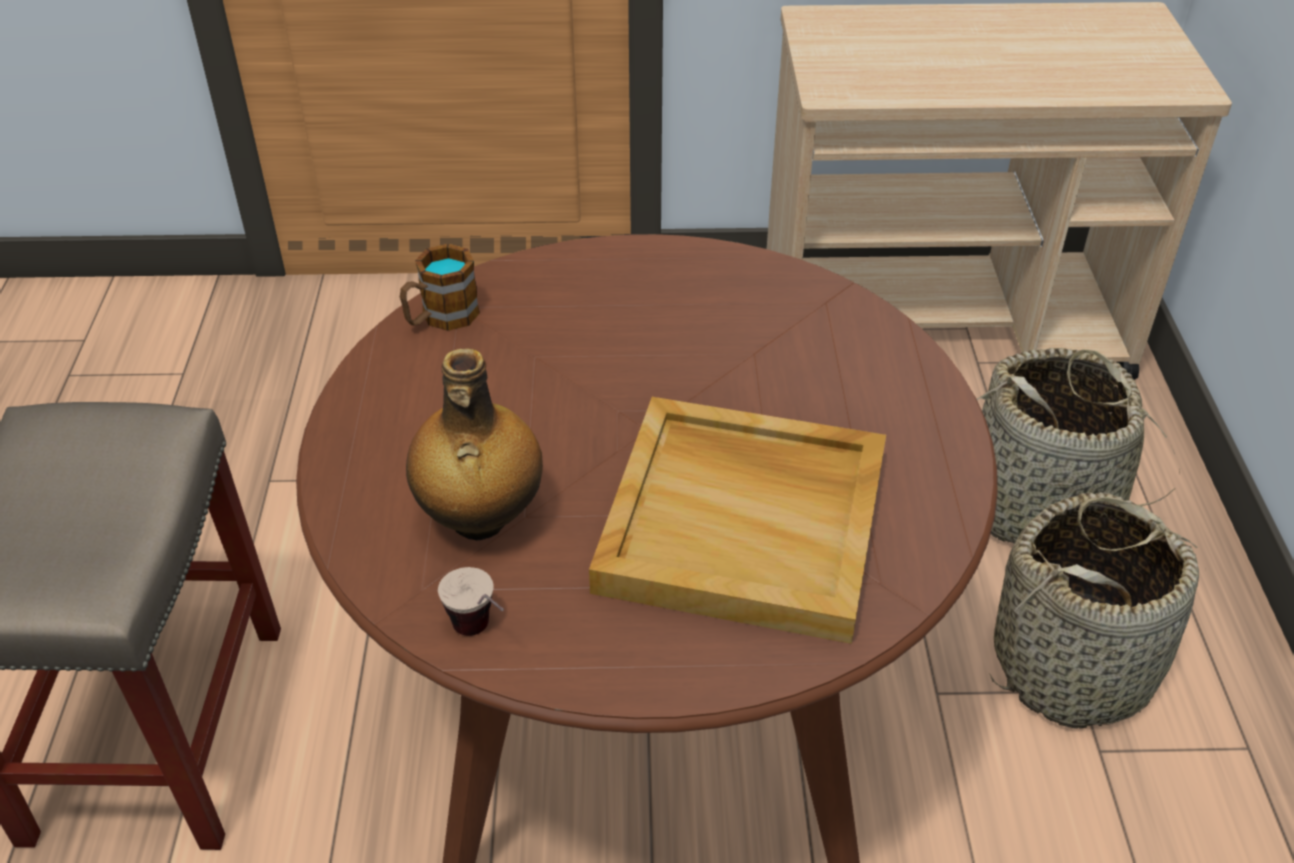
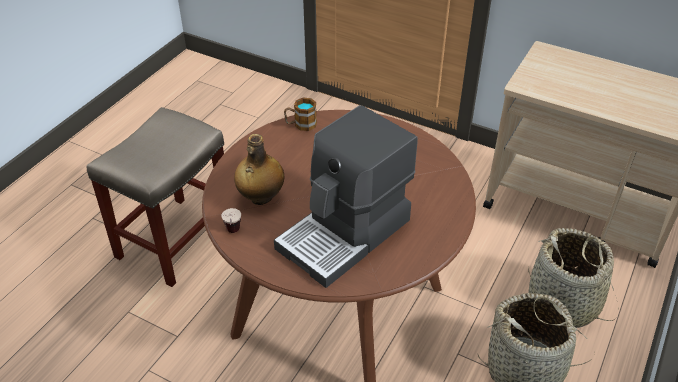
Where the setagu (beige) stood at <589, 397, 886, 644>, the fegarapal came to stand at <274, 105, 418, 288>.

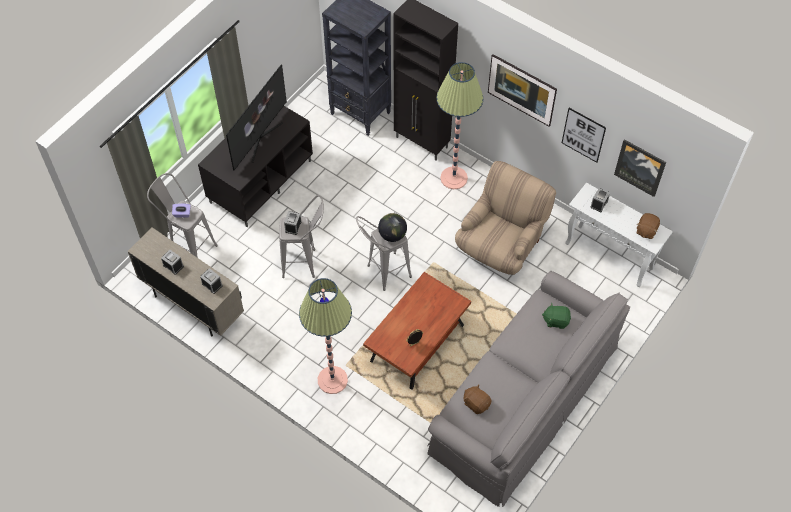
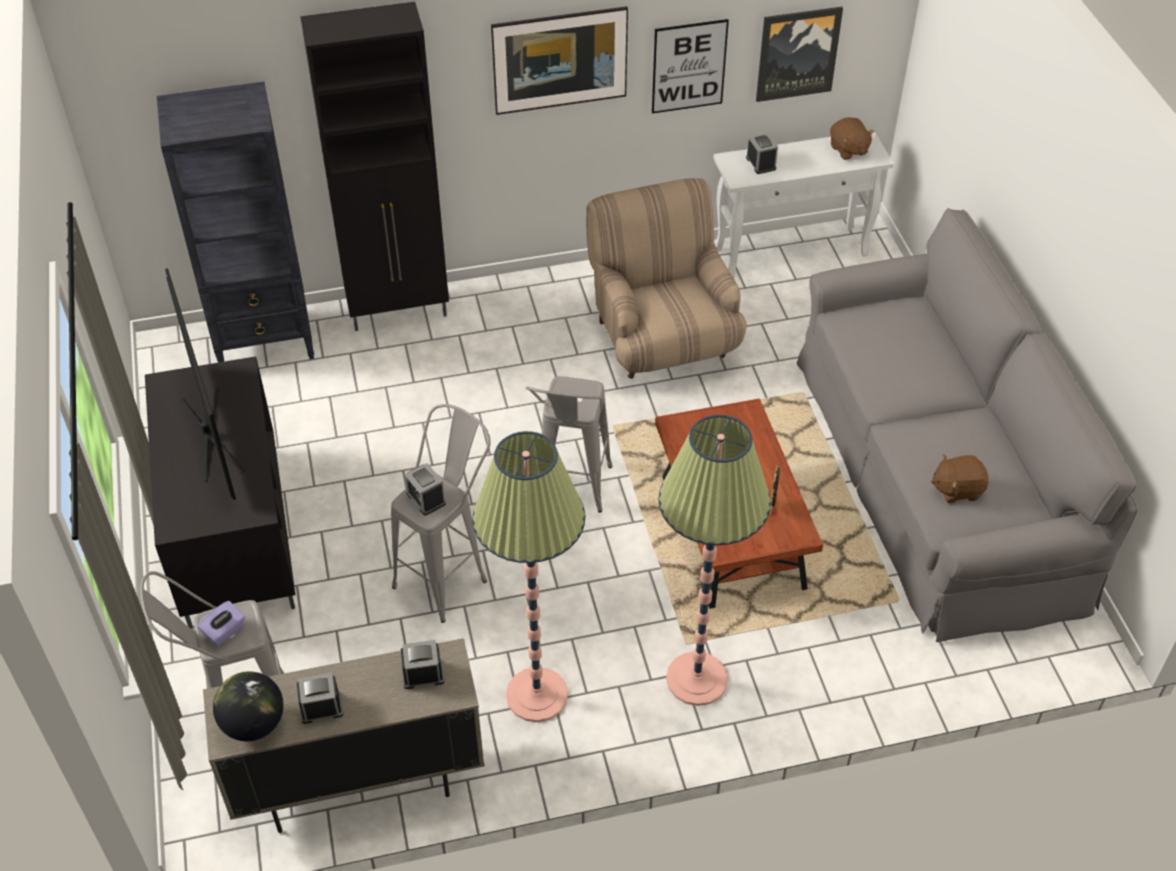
The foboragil ended up elsewhere, having gone from <436, 62, 483, 189> to <472, 431, 585, 722>. The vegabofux ended up elsewhere, having gone from <378, 213, 407, 242> to <213, 671, 284, 741>. The second view lost the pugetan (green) at <542, 303, 571, 329>.

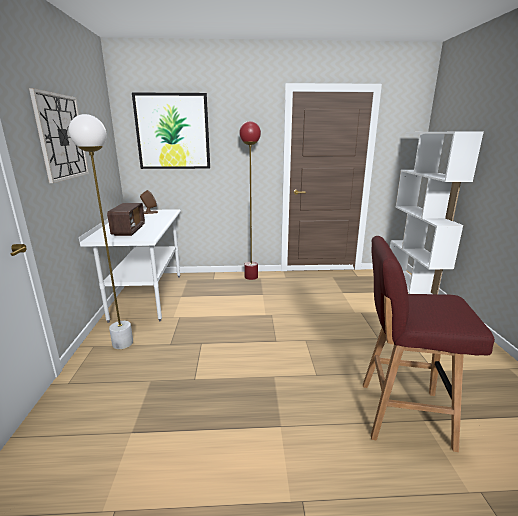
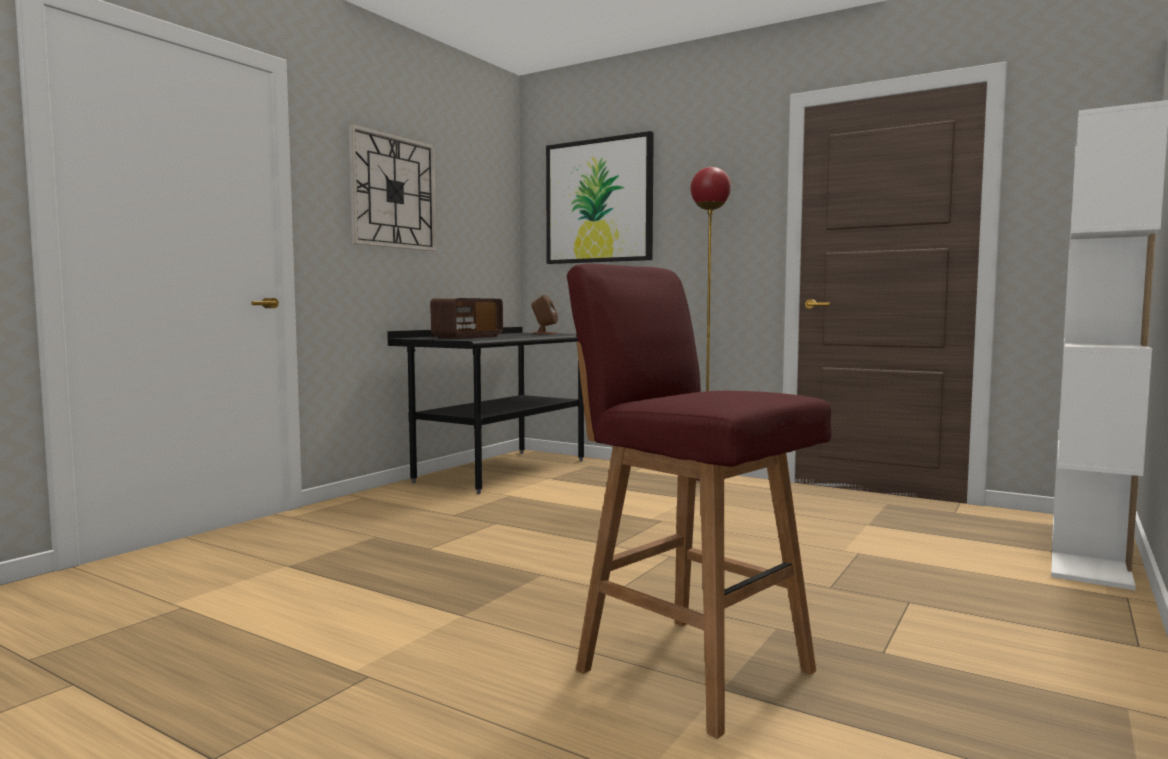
The second view lost the foboragil (white) at <69, 114, 133, 349>. What was the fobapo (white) at <79, 209, 181, 323> turned into the fobapo (black) at <387, 327, 584, 494>.

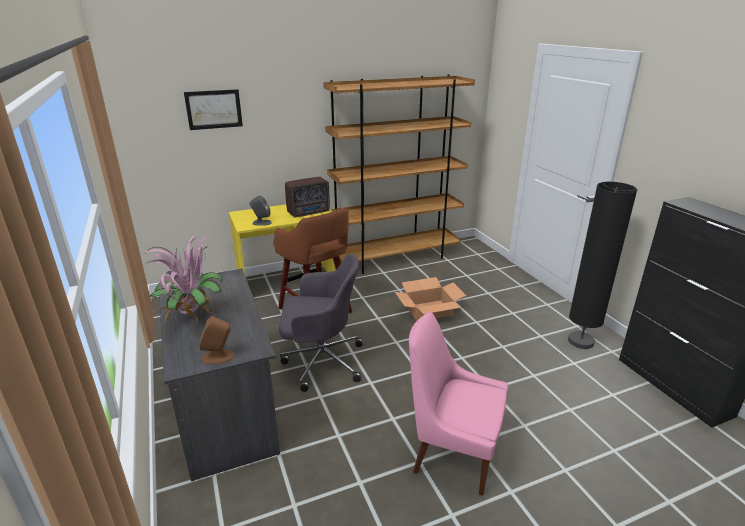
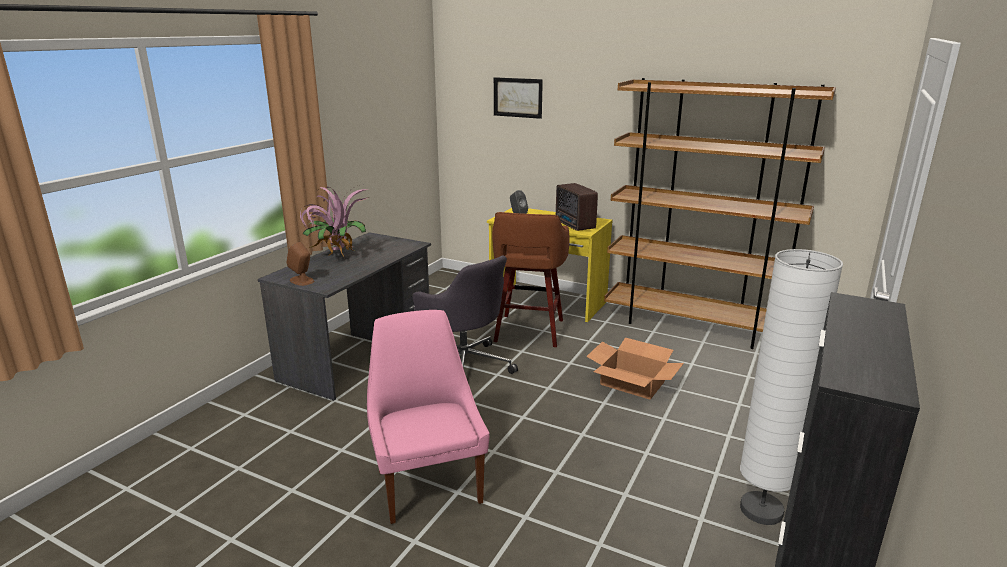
The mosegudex at <285, 177, 330, 217> ended up facing another way, 45 degrees clockwise from before. What was the foboragil (black) at <568, 182, 638, 349> turned into the foboragil (white) at <740, 249, 843, 525>.

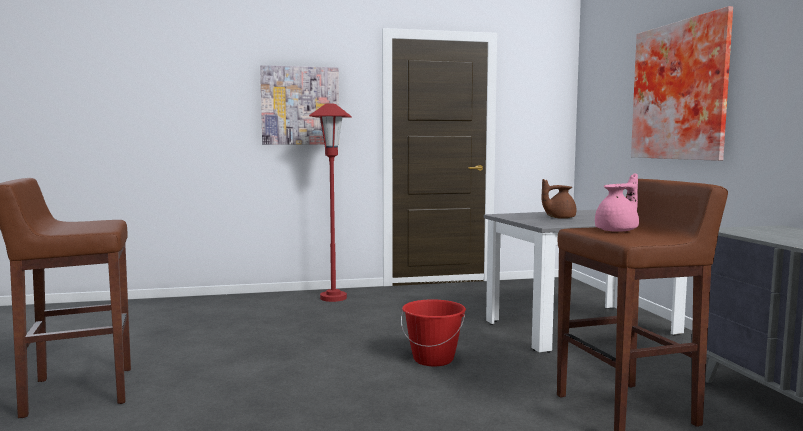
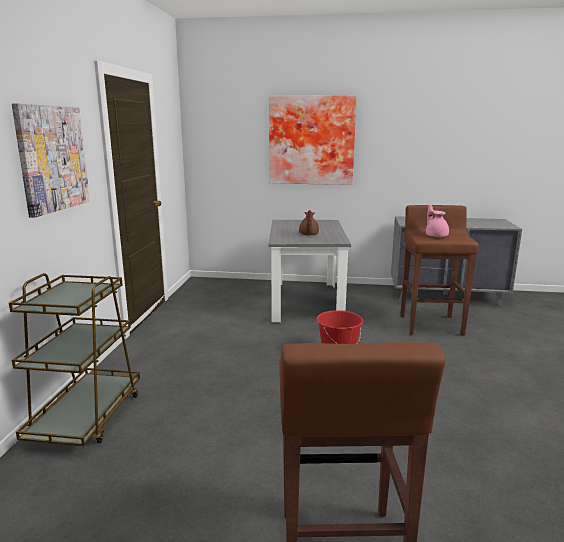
The second view lost the foboragil (red) at <309, 104, 352, 302>. The second view gained the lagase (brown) at <9, 273, 140, 446>.

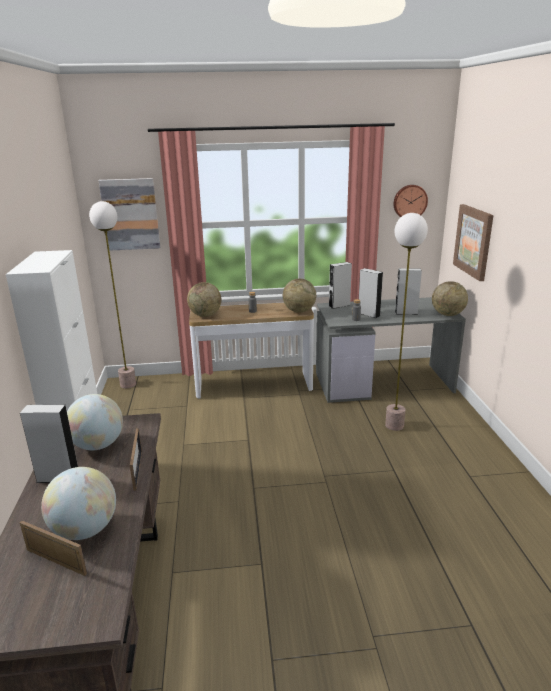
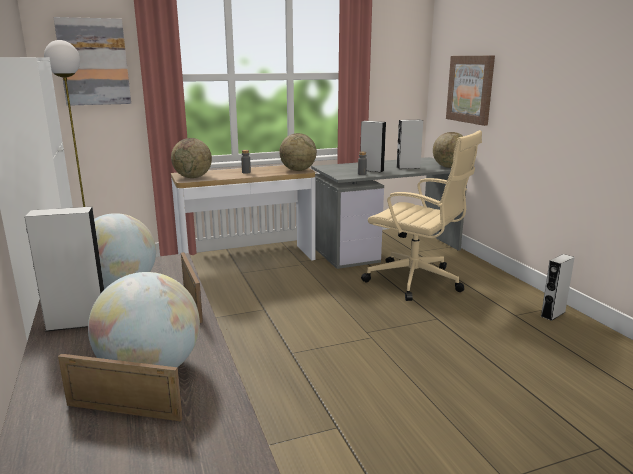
The second view lost the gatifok at <394, 185, 428, 217>. Where the foboragil stood at <385, 213, 428, 431>, the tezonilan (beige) came to stand at <361, 130, 482, 301>. The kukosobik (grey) ended up elsewhere, having gone from <329, 262, 352, 309> to <540, 254, 575, 321>.

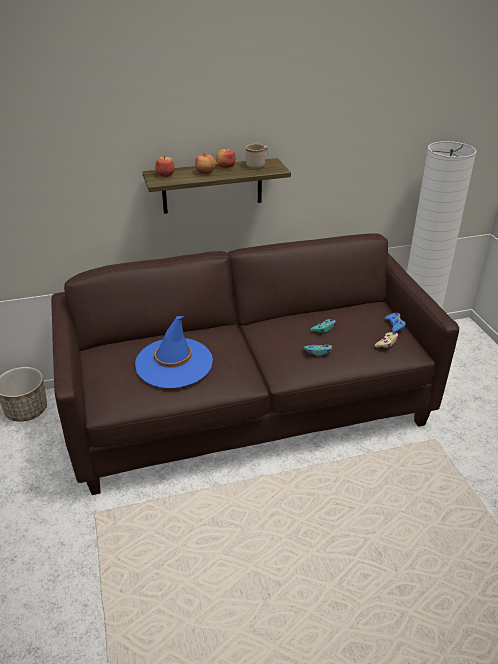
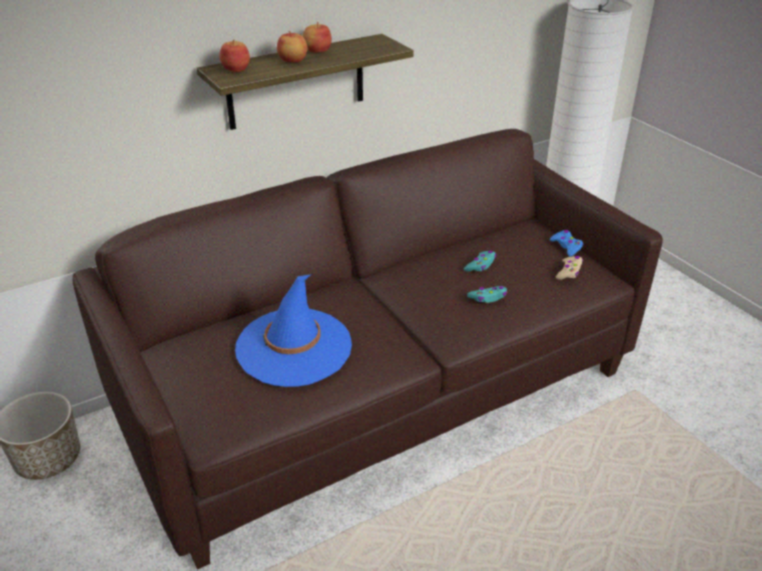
The second view lost the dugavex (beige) at <246, 144, 268, 169>.

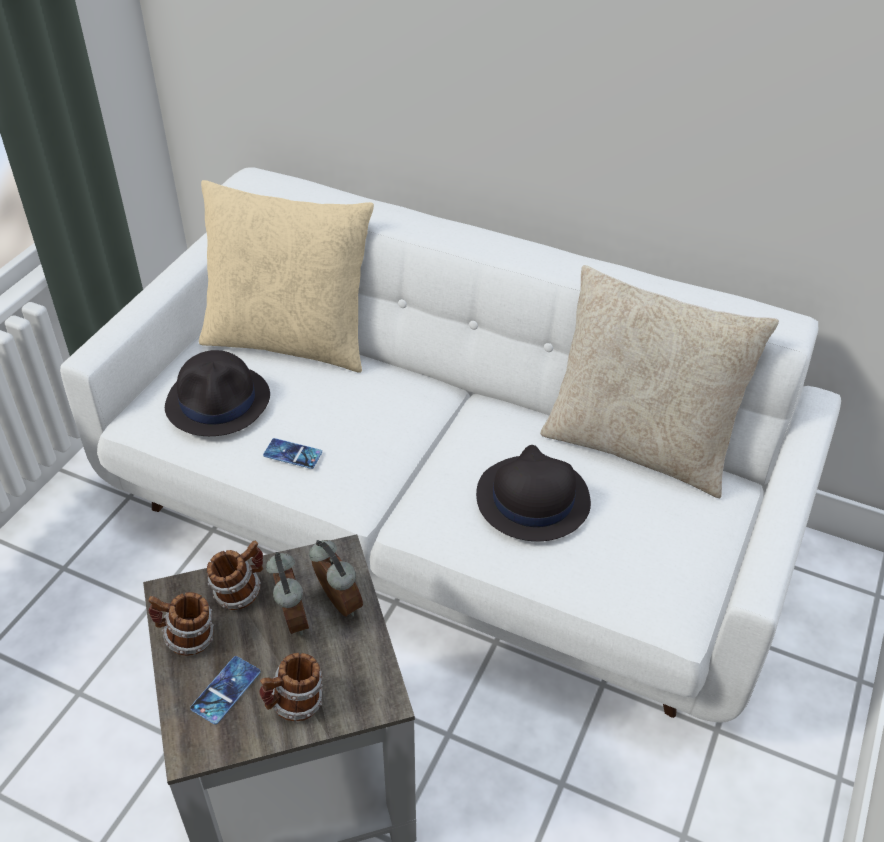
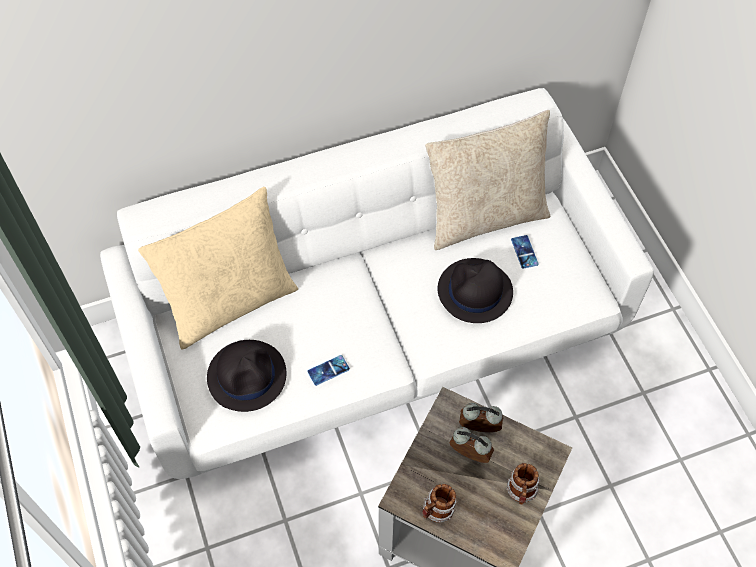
The second view lost the dugavex at <207, 540, 263, 610>. The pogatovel ended up elsewhere, having gone from <190, 656, 261, 725> to <511, 235, 539, 269>.

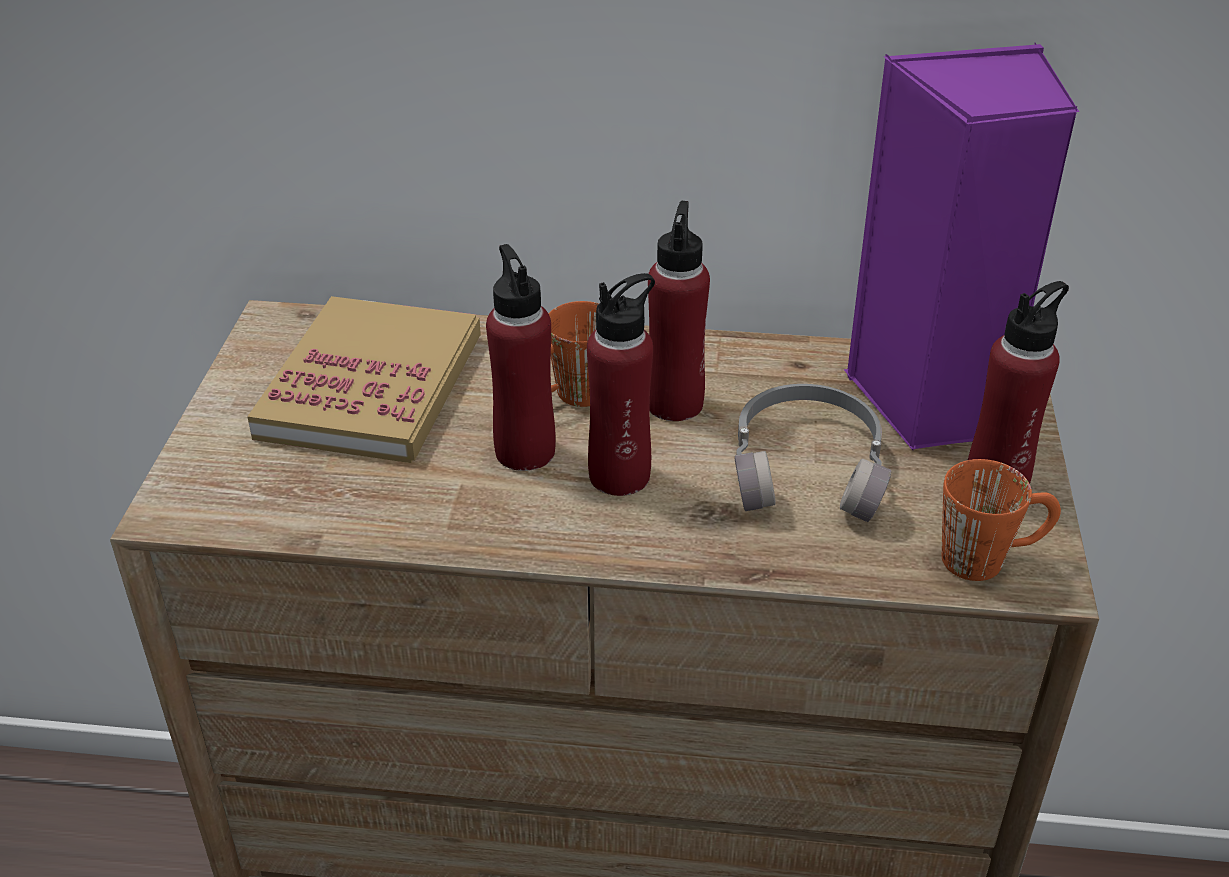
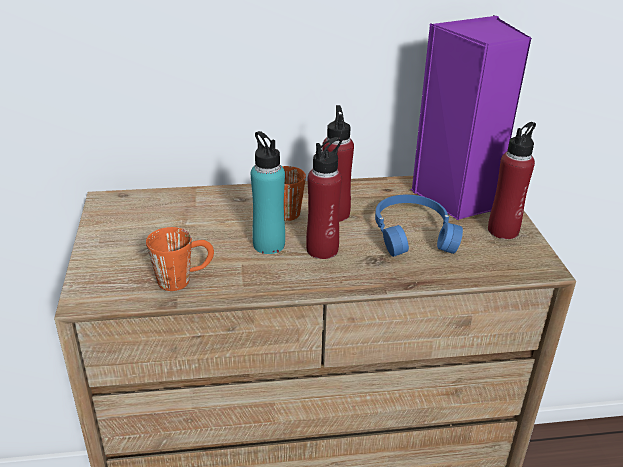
What was the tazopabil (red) at <486, 244, 556, 471> turned into the tazopabil (turquoise) at <251, 131, 285, 254>. The second view lost the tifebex at <247, 296, 481, 463>. What was the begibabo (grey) at <735, 384, 891, 522> turned into the begibabo (blue) at <375, 195, 463, 257>. The dugavex (orange) ended up elsewhere, having gone from <942, 459, 1061, 581> to <146, 227, 214, 291>.

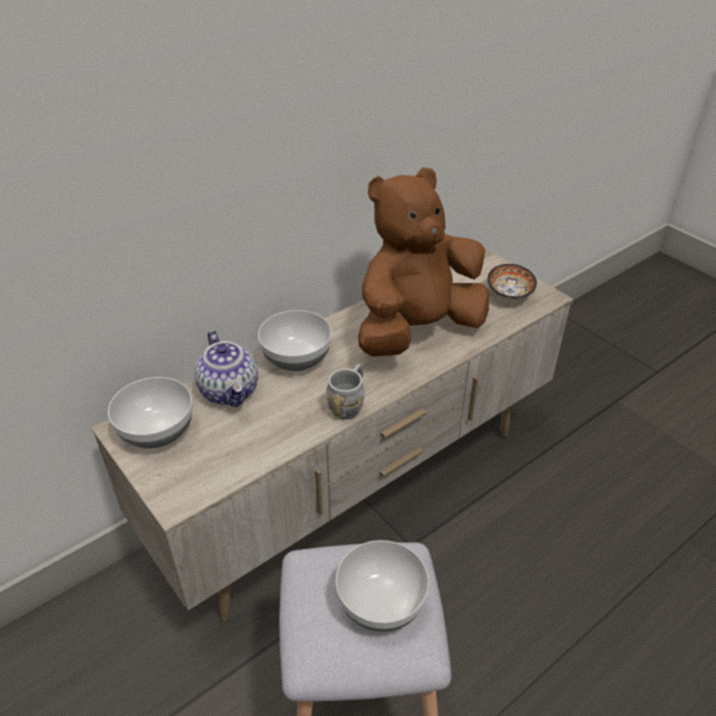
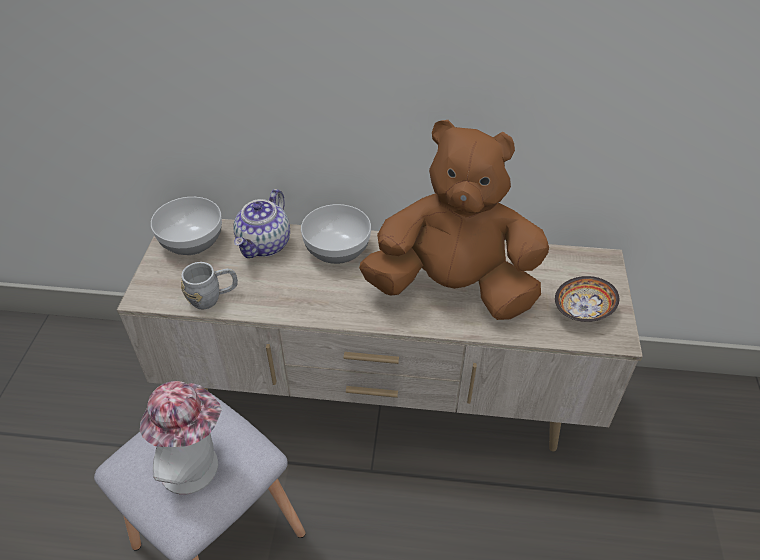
The dugavex (grey) ended up elsewhere, having gone from <326, 364, 364, 419> to <181, 262, 238, 309>. Where the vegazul stood at <335, 540, 429, 632>, the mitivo came to stand at <140, 381, 222, 495>.

